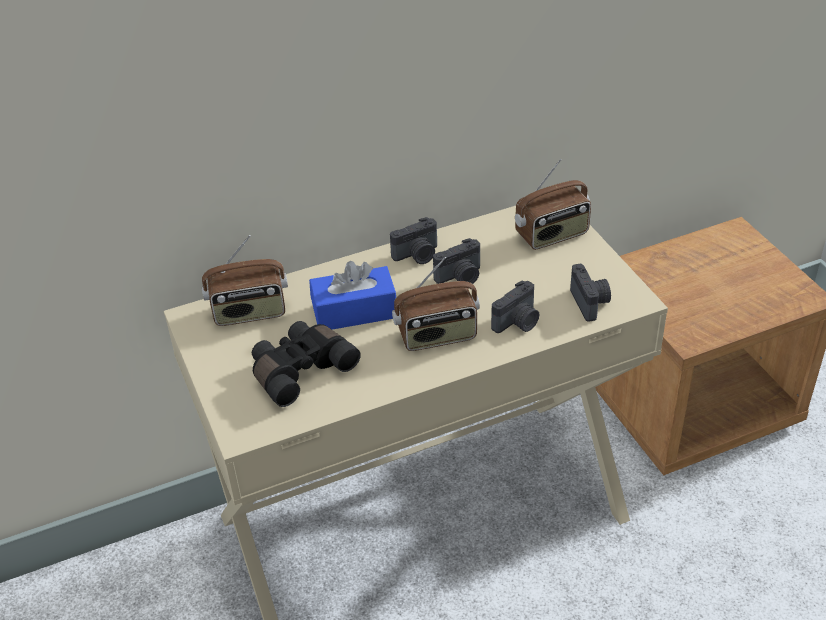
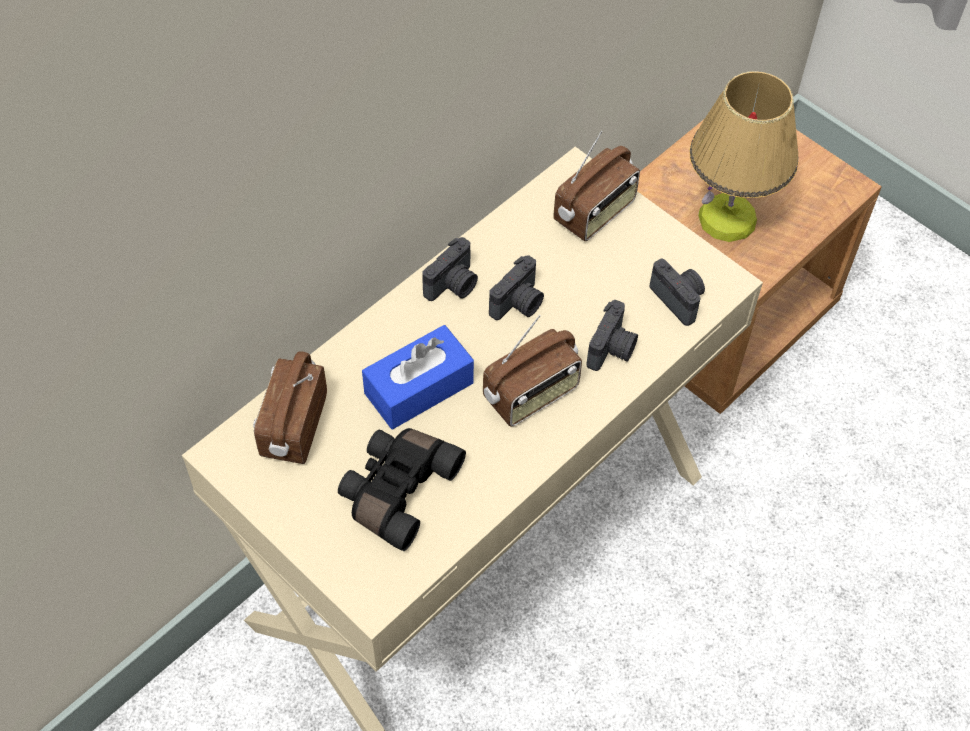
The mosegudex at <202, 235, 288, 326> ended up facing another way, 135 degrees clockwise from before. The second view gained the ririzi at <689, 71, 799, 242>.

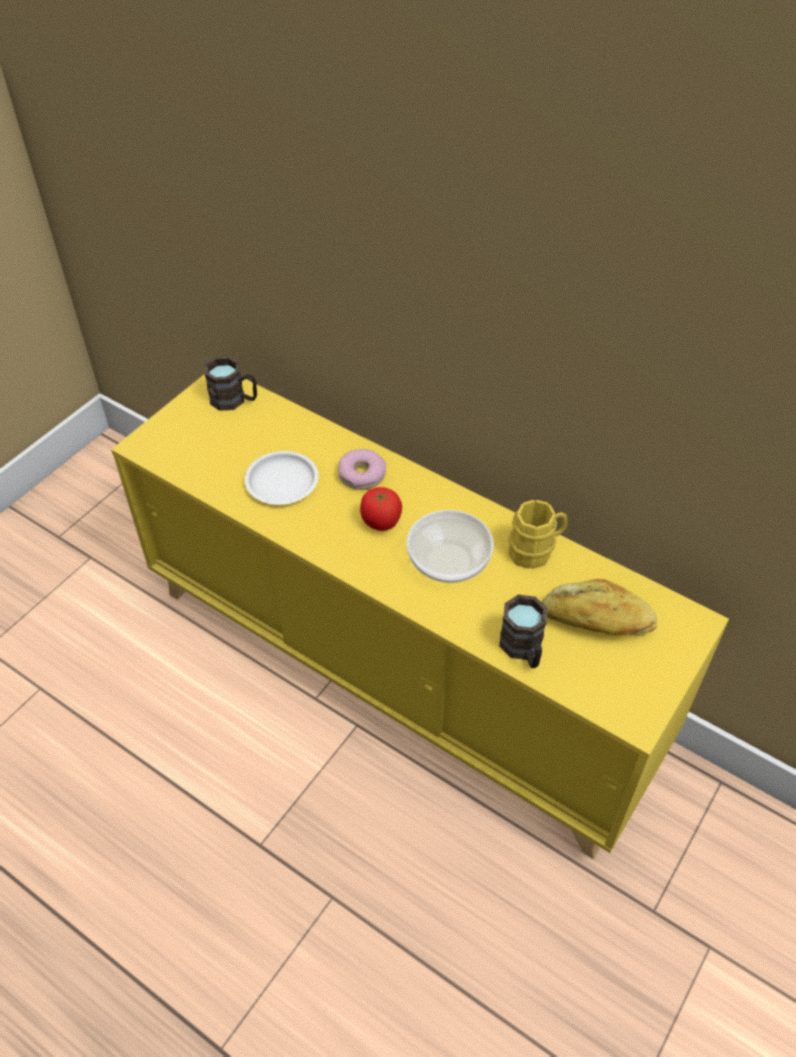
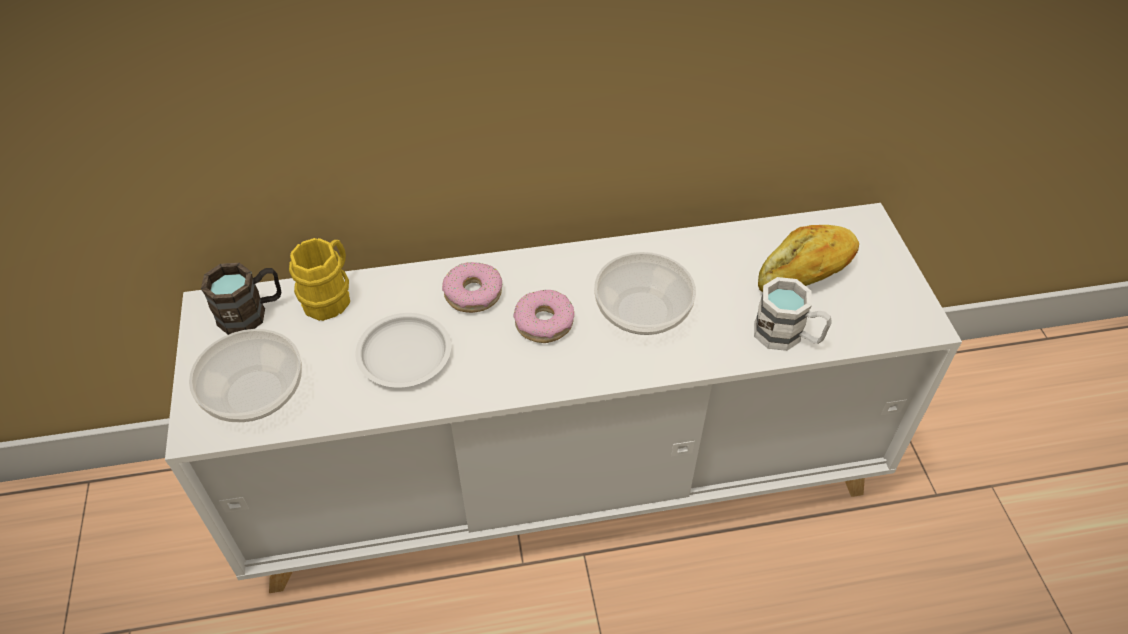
What was the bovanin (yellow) at <111, 374, 729, 859> turned into the bovanin (white) at <165, 203, 962, 593>. Where the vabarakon stood at <360, 487, 402, 531>, the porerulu came to stand at <513, 290, 574, 343>. The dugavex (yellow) ended up elsewhere, having gone from <509, 500, 568, 569> to <289, 238, 350, 321>. What was the dugavex (brown) at <499, 595, 548, 668> turned into the dugavex (white) at <754, 277, 832, 351>. The second view gained the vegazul at <189, 329, 302, 422>.

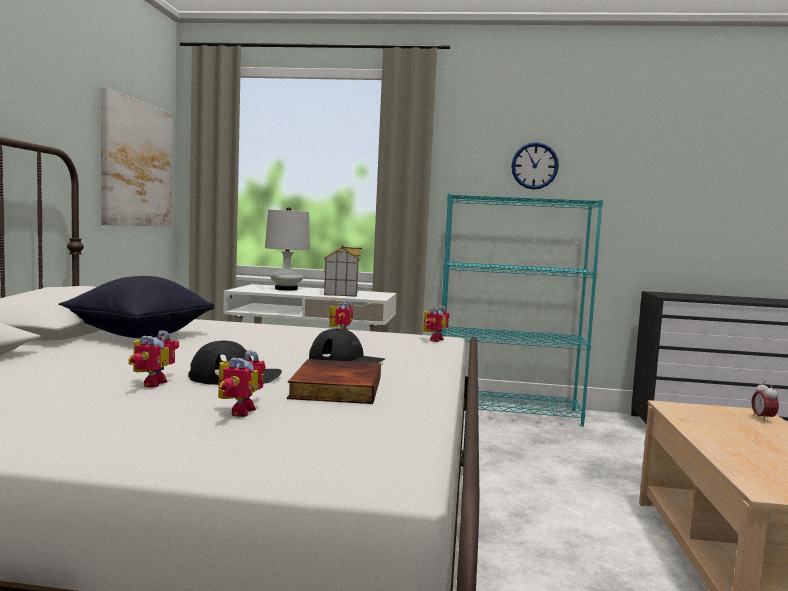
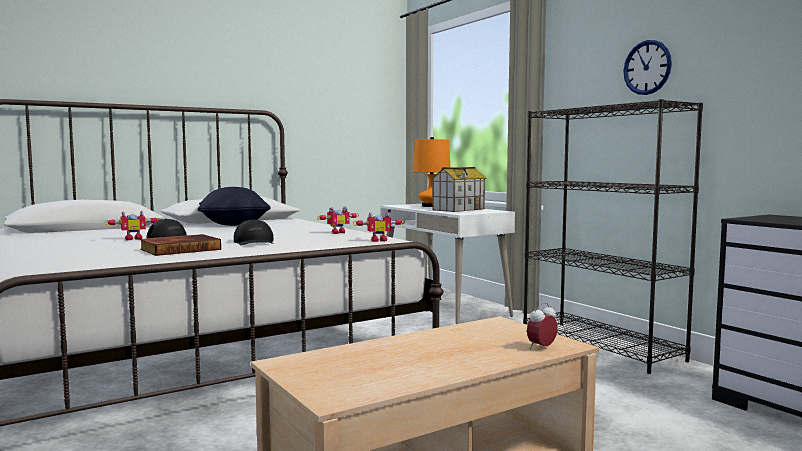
The second view lost the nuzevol at <101, 87, 173, 226>. What was the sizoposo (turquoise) at <440, 194, 603, 427> turned into the sizoposo (black) at <523, 99, 703, 374>. What was the ririzi (white) at <265, 207, 310, 290> turned into the ririzi (orange) at <413, 137, 450, 207>. The second view lost the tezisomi at <218, 350, 266, 417>.

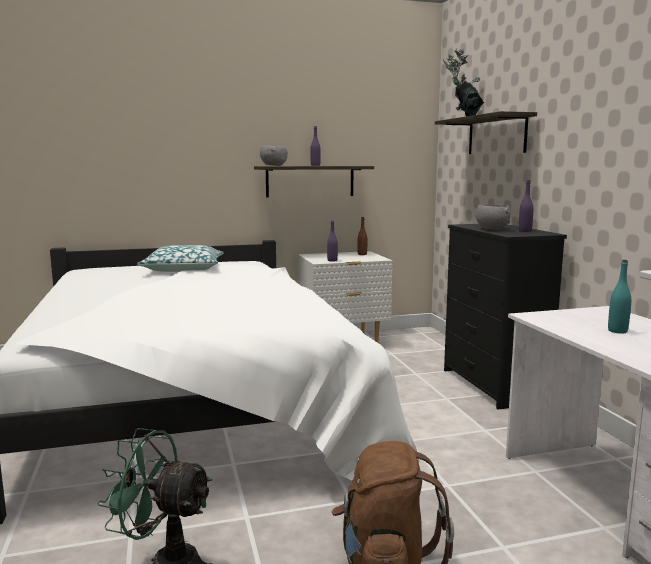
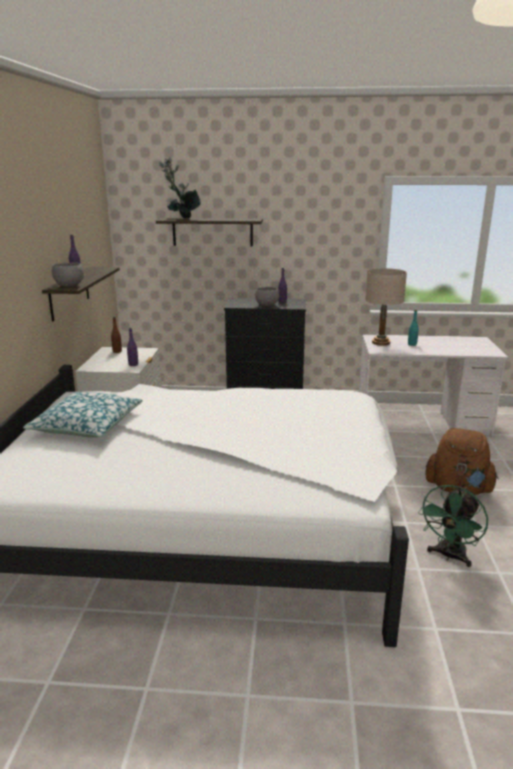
The second view gained the ririzi (beige) at <365, 268, 407, 346>.

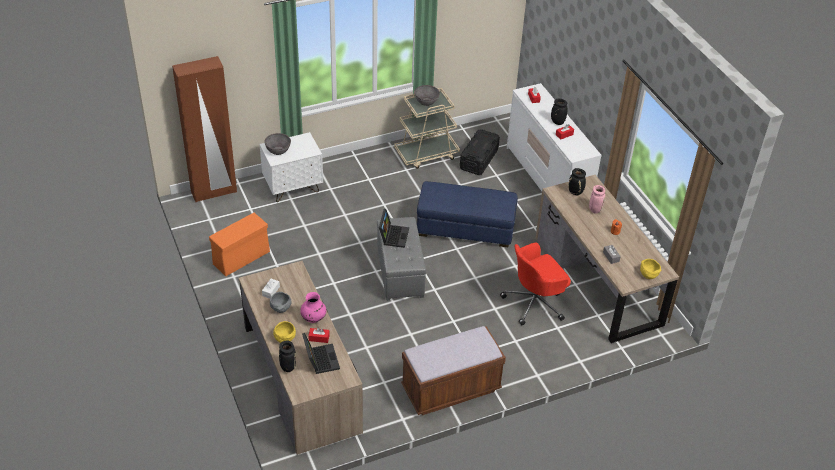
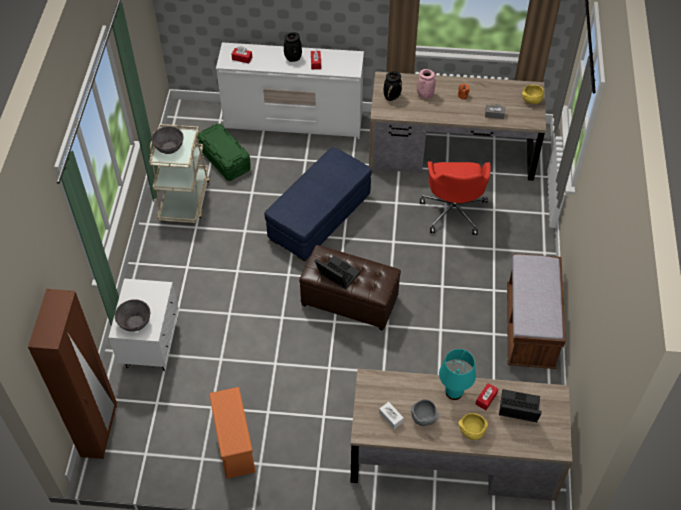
What was the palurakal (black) at <460, 129, 500, 175> turned into the palurakal (green) at <197, 123, 251, 181>. What was the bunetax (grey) at <377, 217, 426, 301> turned into the bunetax (brown) at <299, 245, 401, 331>. Where the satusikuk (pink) stood at <300, 292, 326, 323>, the ririzi (turquoise) came to stand at <439, 349, 476, 400>. The second view lost the satusikuk (black) at <279, 341, 296, 372>.

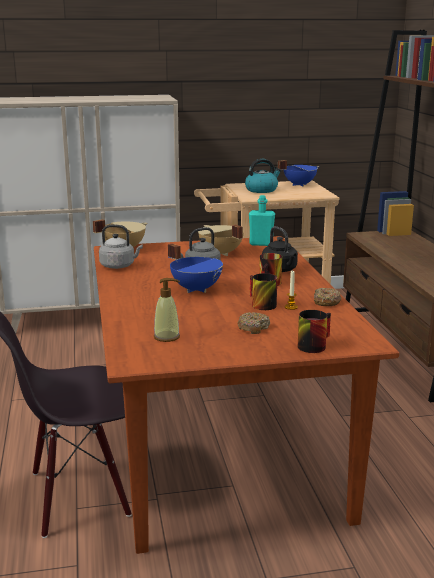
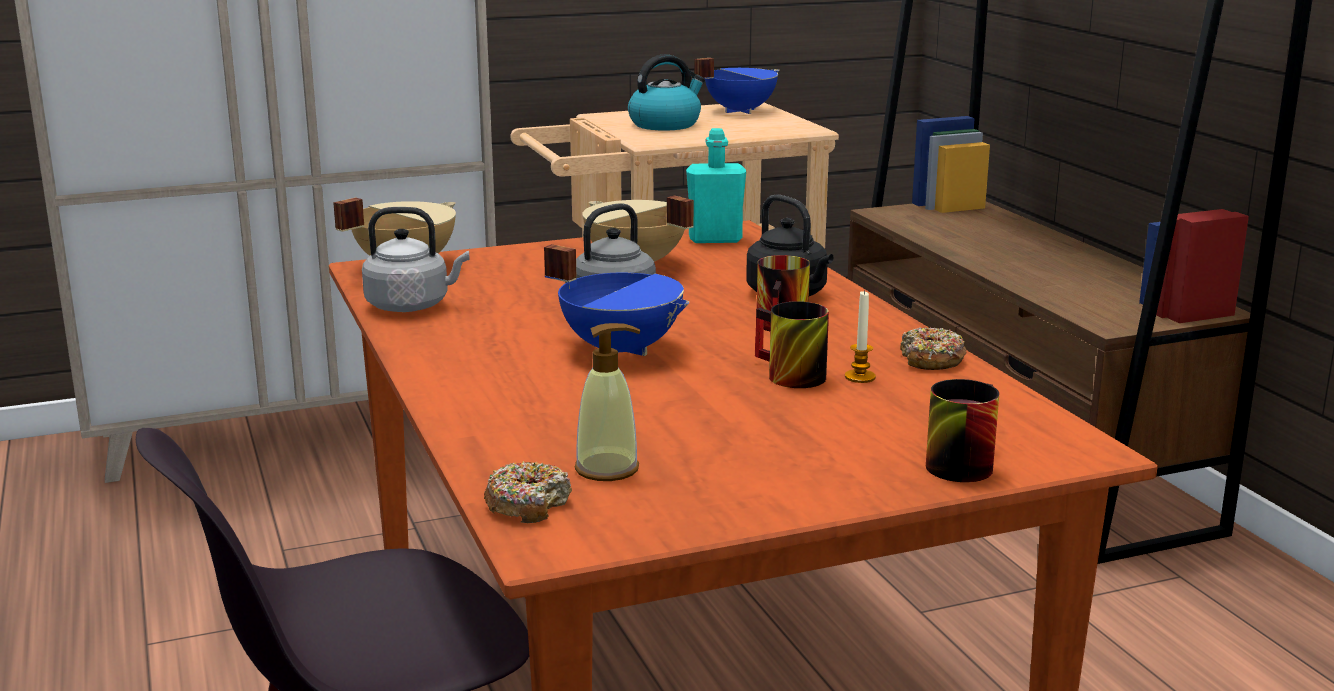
The porerulu ended up elsewhere, having gone from <238, 312, 270, 334> to <484, 461, 572, 523>.

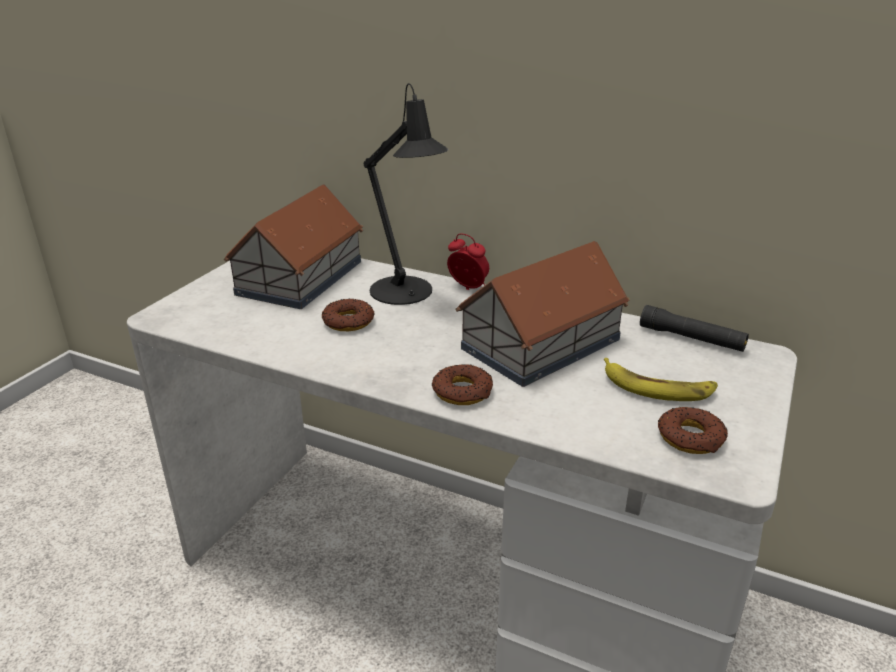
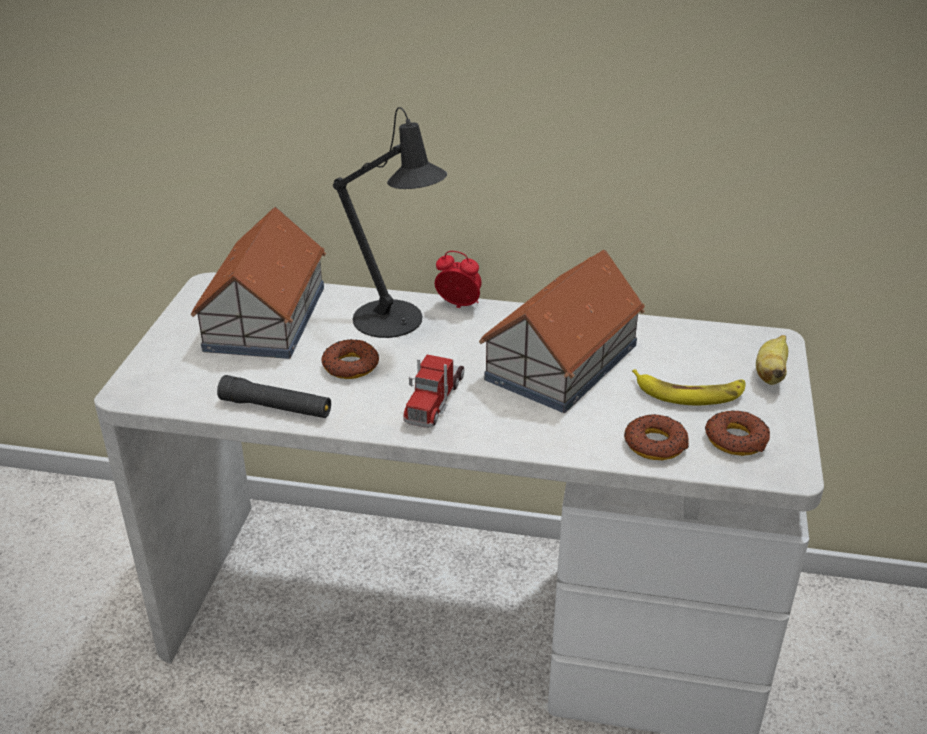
The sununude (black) ended up elsewhere, having gone from <640, 305, 749, 352> to <217, 375, 331, 418>. The porerulu ended up elsewhere, having gone from <432, 364, 493, 405> to <624, 414, 689, 460>. The second view gained the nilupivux at <756, 335, 788, 385>. The second view gained the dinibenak at <403, 355, 464, 428>.

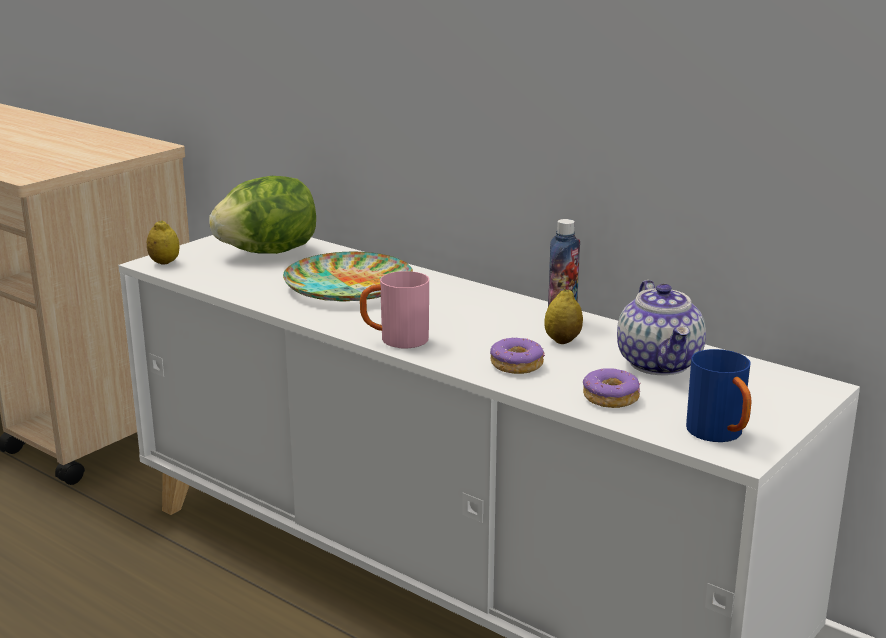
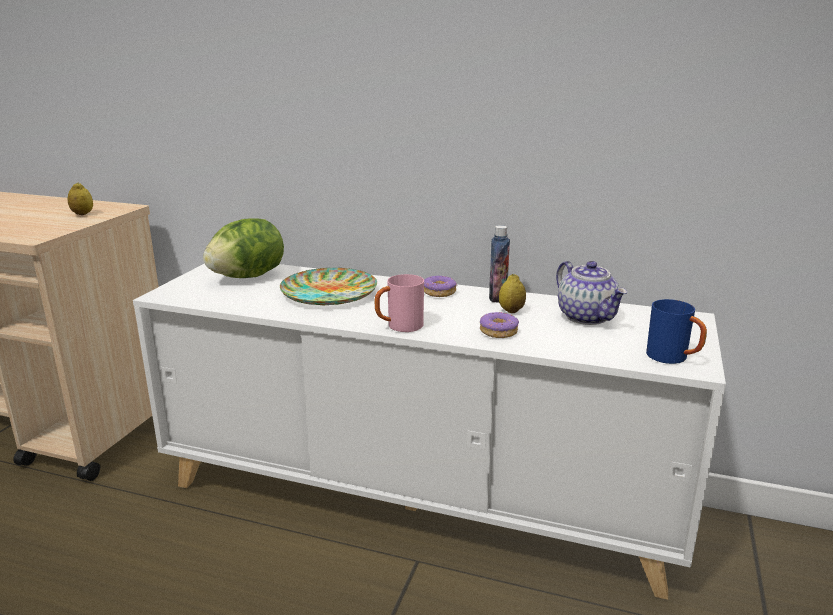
The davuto ended up elsewhere, having gone from <147, 220, 179, 265> to <67, 182, 93, 215>. The porerulu ended up elsewhere, having gone from <583, 368, 641, 408> to <424, 276, 457, 297>.

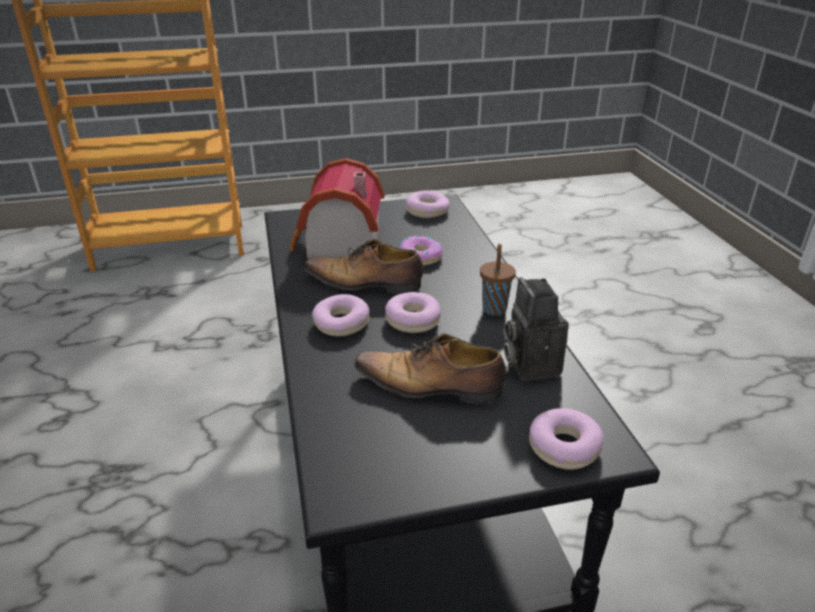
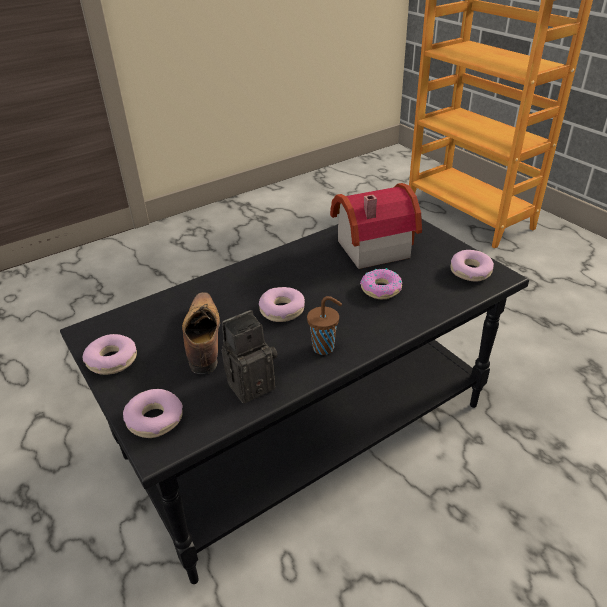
The second view lost the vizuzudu at <304, 239, 423, 294>. The porerulu ended up elsewhere, having gone from <312, 294, 370, 336> to <83, 334, 137, 375>.

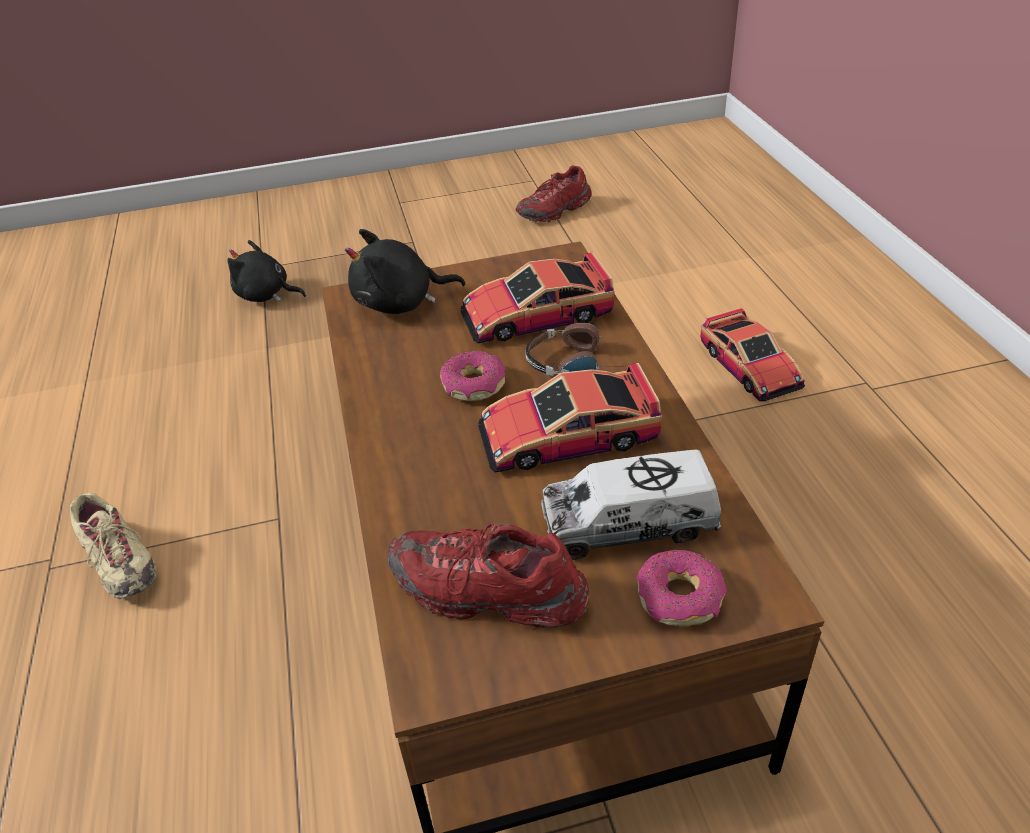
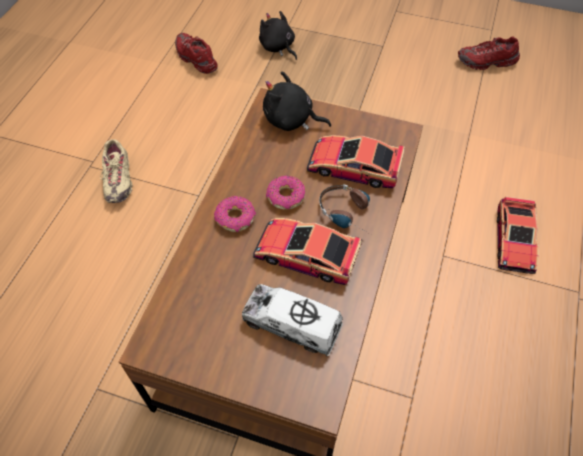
The vizuzudu (red) ended up elsewhere, having gone from <388, 523, 589, 627> to <175, 33, 217, 74>. The porerulu ended up elsewhere, having gone from <636, 550, 727, 626> to <214, 196, 256, 232>.

